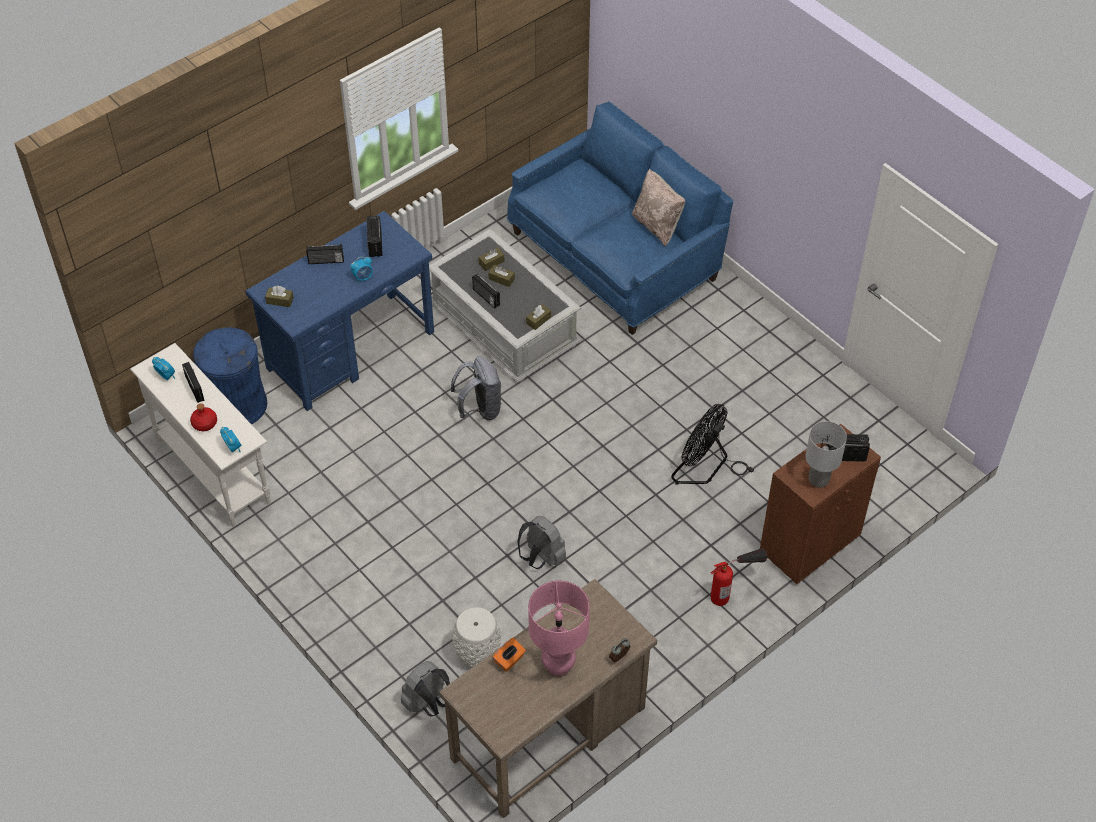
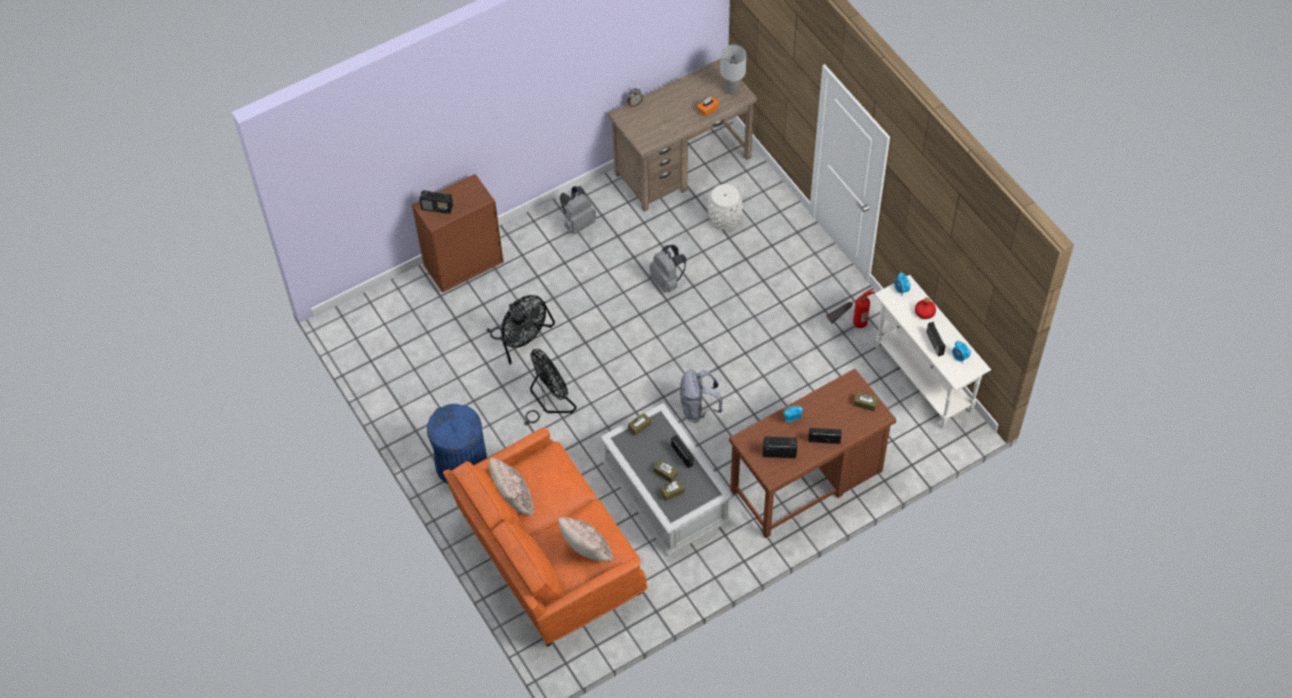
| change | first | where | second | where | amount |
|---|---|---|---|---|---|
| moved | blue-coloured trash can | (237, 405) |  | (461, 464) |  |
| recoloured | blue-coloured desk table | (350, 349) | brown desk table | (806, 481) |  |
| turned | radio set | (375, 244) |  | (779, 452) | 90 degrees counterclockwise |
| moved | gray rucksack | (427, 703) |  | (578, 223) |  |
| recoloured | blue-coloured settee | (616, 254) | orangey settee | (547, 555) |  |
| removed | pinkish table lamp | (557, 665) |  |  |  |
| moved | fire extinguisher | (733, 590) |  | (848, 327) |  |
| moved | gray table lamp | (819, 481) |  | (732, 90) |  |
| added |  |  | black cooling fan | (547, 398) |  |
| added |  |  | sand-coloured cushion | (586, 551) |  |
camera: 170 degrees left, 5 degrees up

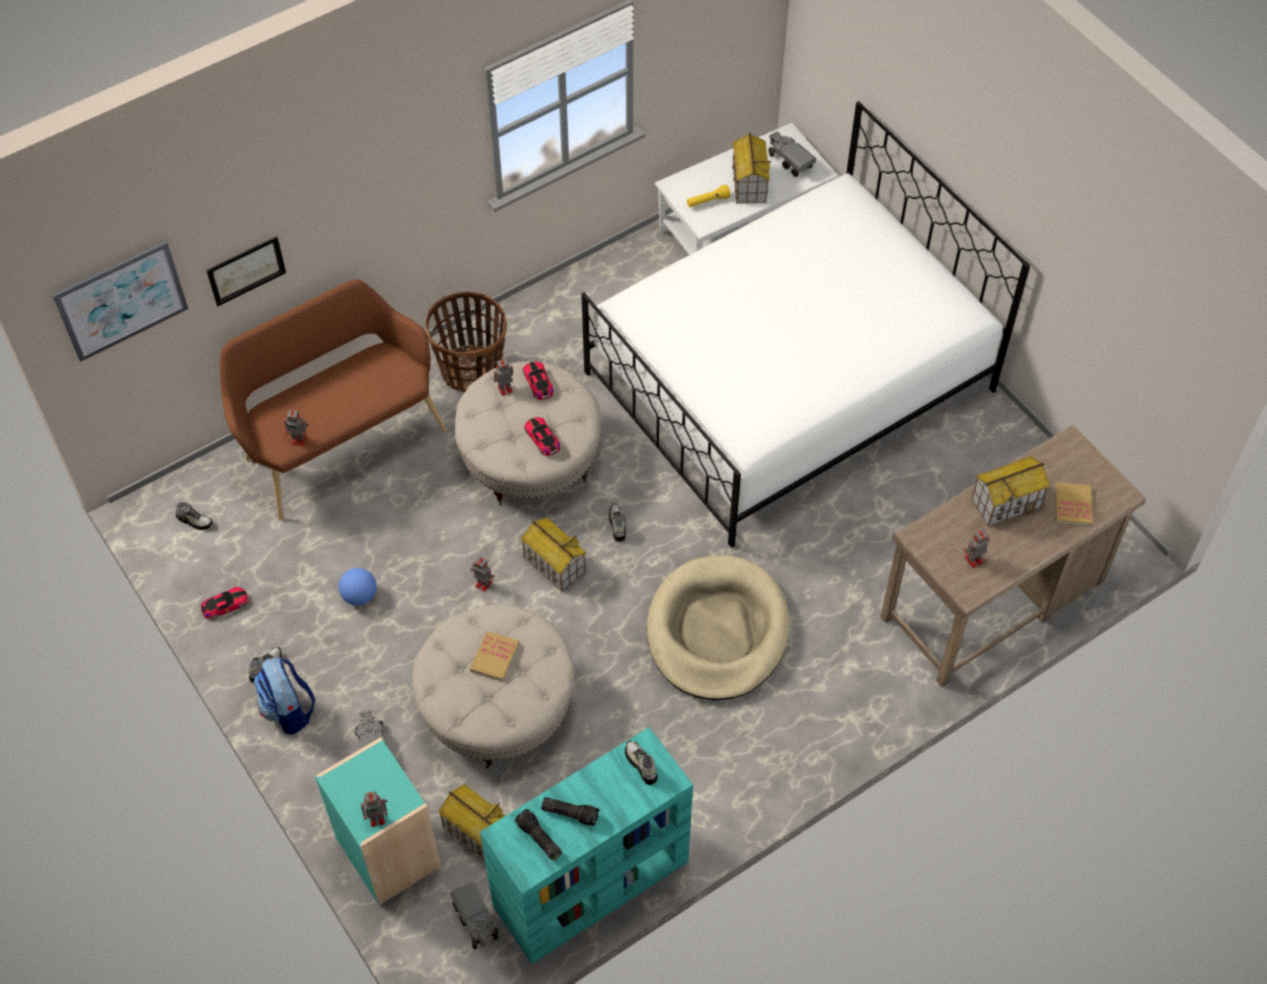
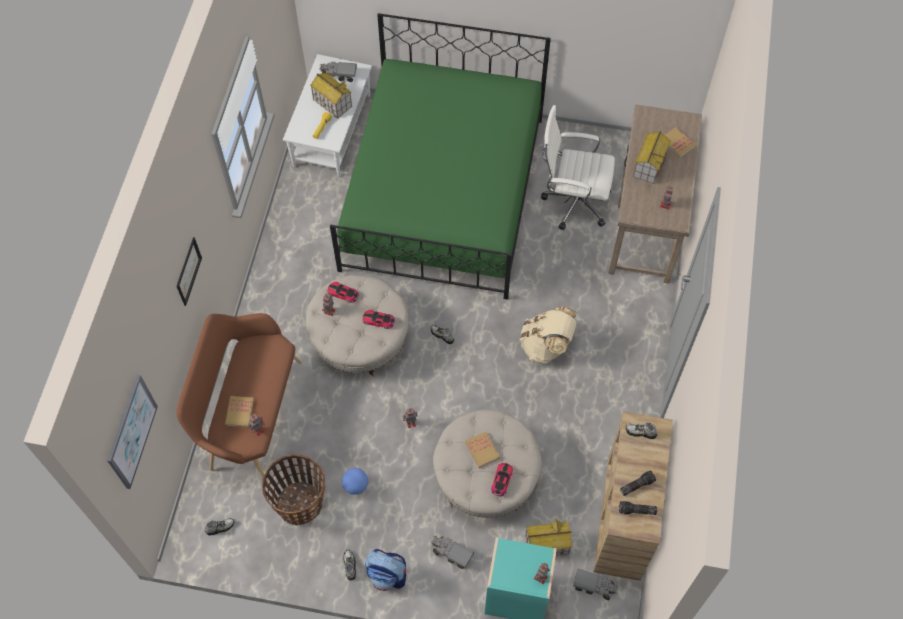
| change | first | where | second | where | amount |
|---|---|---|---|---|---|
| moved | model car | (225, 605) |  | (502, 480) |  |
| moved | picture | (246, 270) |  | (188, 271) |  |
| moved | basket | (471, 370) |  | (300, 503) |  |
| recoloured | blue-green bookshelf | (592, 885) | brown bookshelf | (624, 518) |  |
| removed | model house | (554, 564) |  |  |  |
| recoloured | whitish bedroom bed | (790, 381) | green bedroom bed | (443, 193) |  |
| replaced | sand-coloured dog cushion | (717, 631) | sand-coloured rucksack | (546, 346) |  |
| added |  |  | bound book | (239, 412) |  |
| added |  |  | whitish desk chair | (572, 202) |  |
camera: 45 degrees left, 5 degrees up

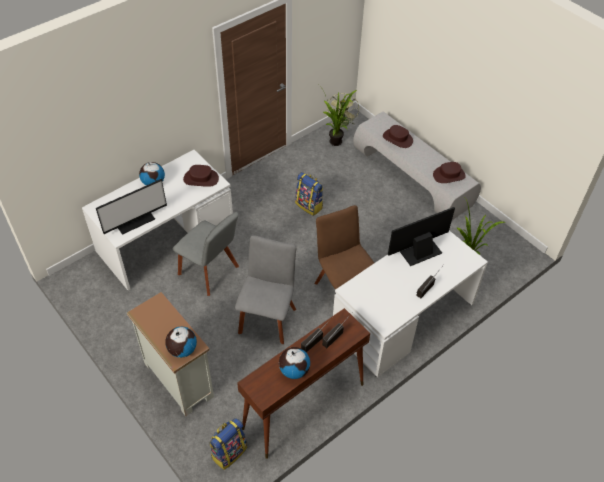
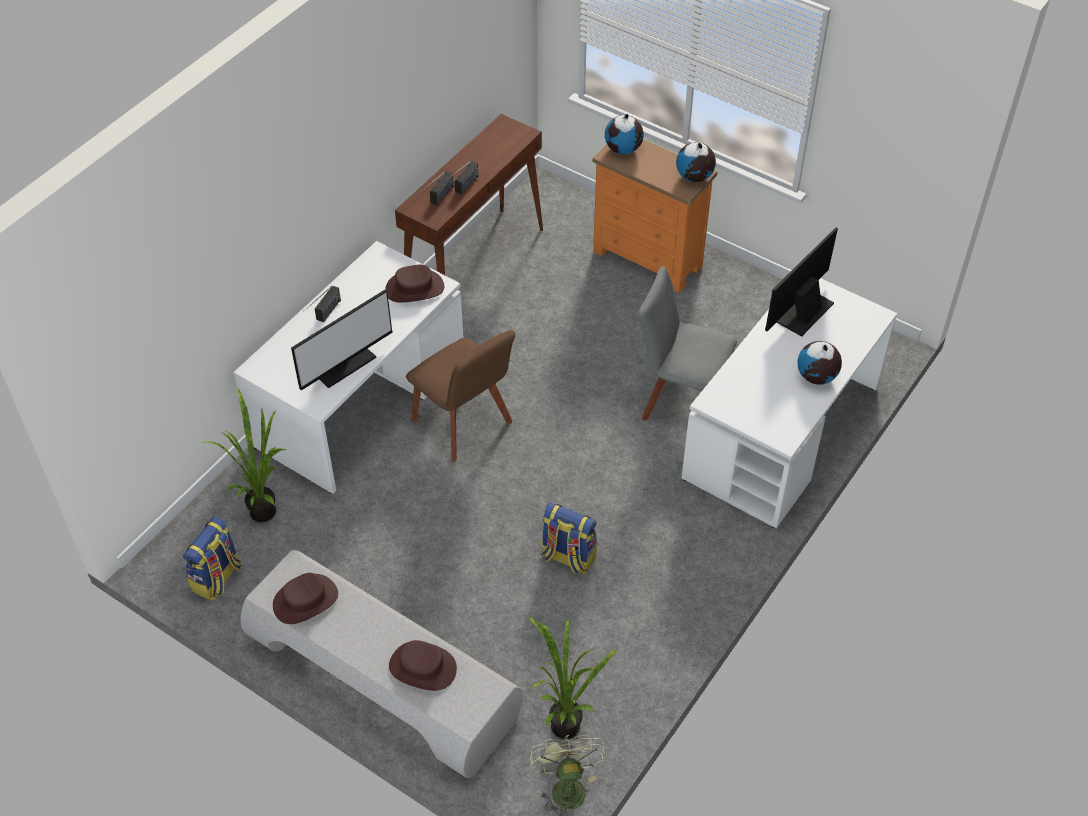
| change | first | where | second | where | amount |
|---|---|---|---|---|---|
| recoloured | whitish chest of drawers | (179, 379) | orangey chest of drawers | (647, 260) |  |
| moved | brown clothing hat | (201, 178) |  | (414, 288) |  |
| moved | rucksack | (229, 452) |  | (217, 578) |  |
| removed | gray chair | (267, 318) |  |  |  |
| moved | globe | (294, 370) |  | (694, 177) |  |
camera: 165 degrees right, 0 degrees up

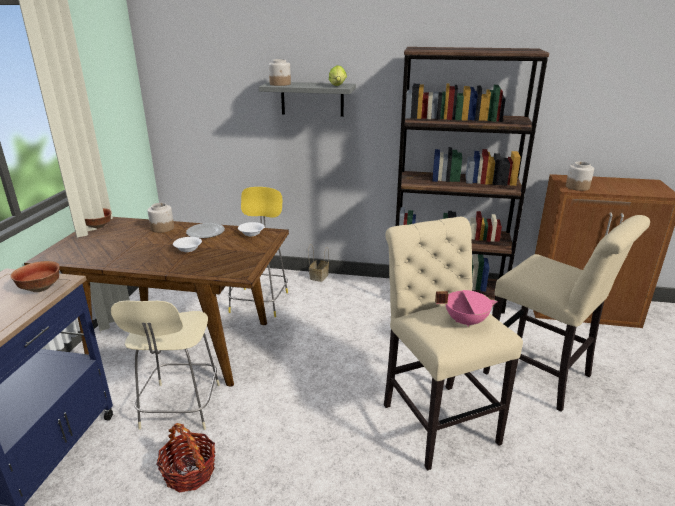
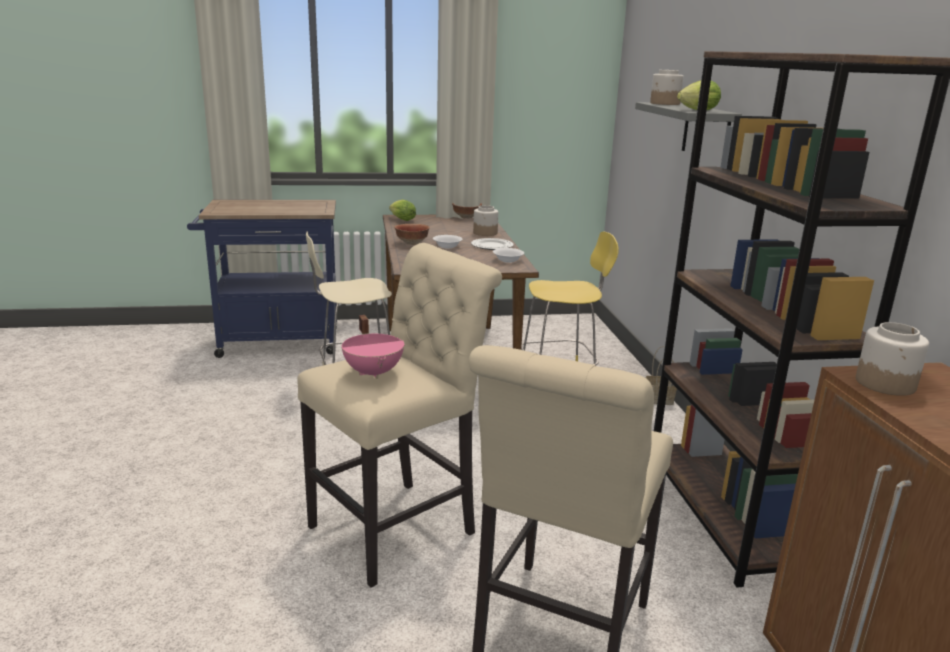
| change | first | where | second | where | amount |
|---|---|---|---|---|---|
| moved | deep dish | (39, 289) |  | (411, 243) |  |
| removed | basket | (189, 472) |  |  |  |
| added |  |  | lettuce | (401, 219) |  |
camera: 70 degrees right, 5 degrees down

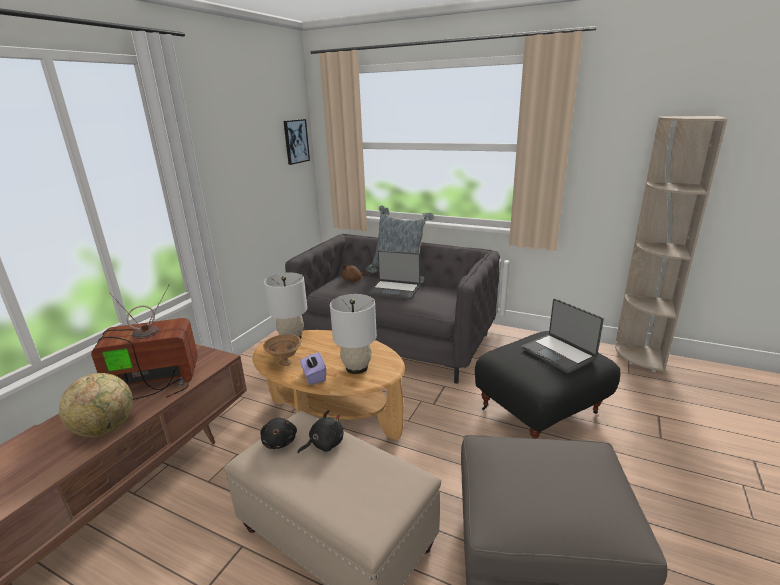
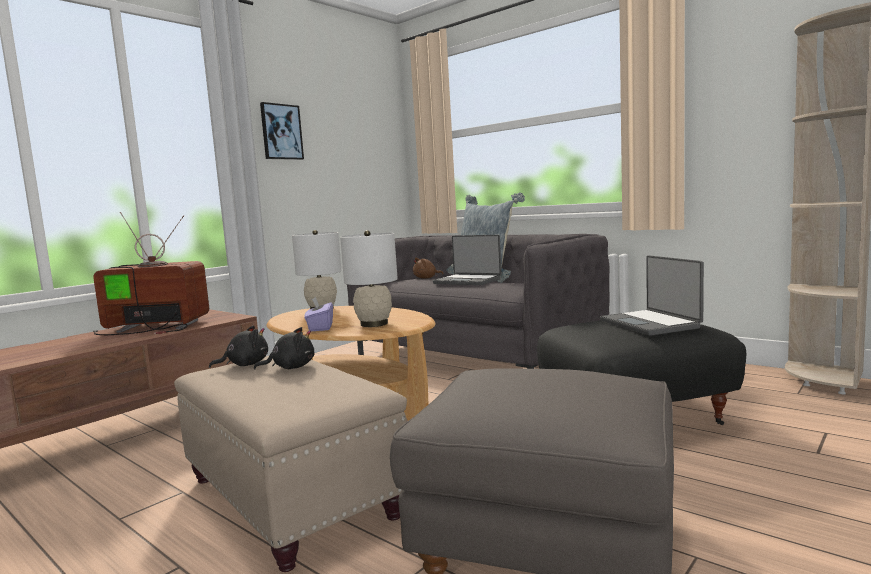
| change | first | where | second | where | amount |
|---|---|---|---|---|---|
| removed | globe | (106, 428) |  |  |  |
| turned | black soft toy | (280, 441) |  | (245, 365) | 120 degrees counterclockwise |
| removed | brown deep dish | (285, 363) |  |  |  |
| moved | picture | (296, 141) |  | (281, 132) |  |
camera: 15 degrees right, 15 degrees down

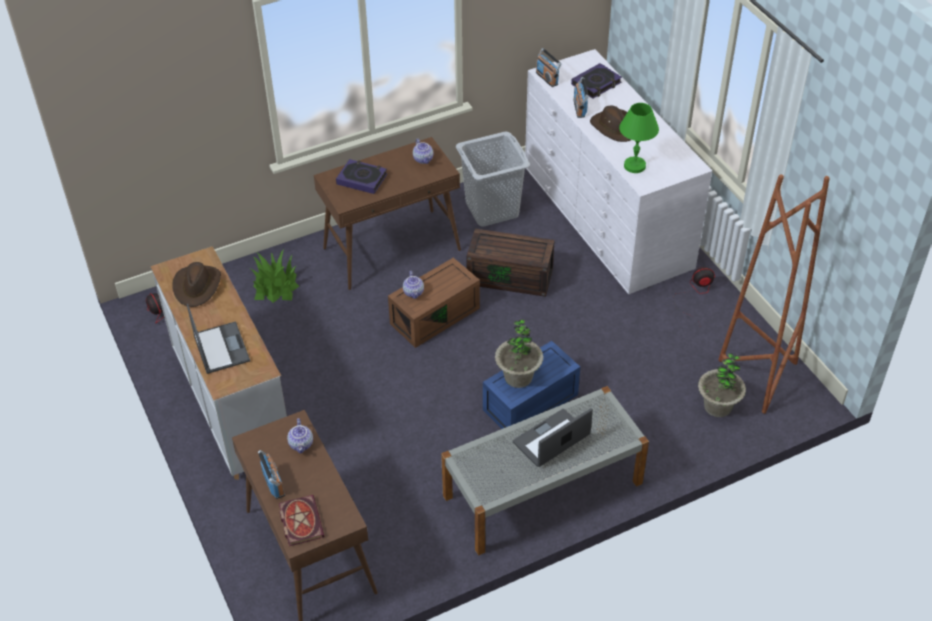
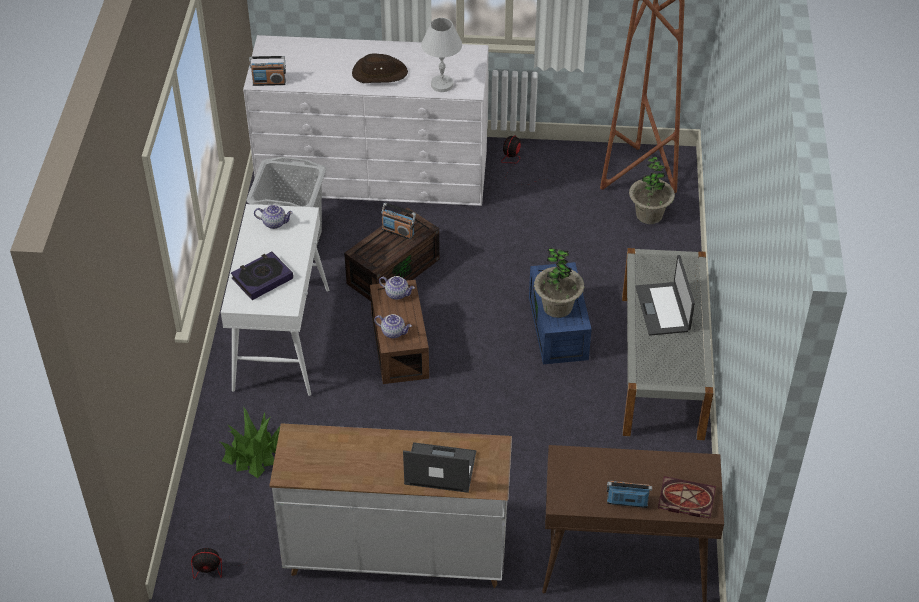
| change | first | where | second | where | amount |
|---|---|---|---|---|---|
| removed | brown clothing hat | (197, 286) |  |  |  |
| moved | pot for tea | (302, 444) |  | (397, 293) |  |
| recoloured | brown narrow table | (392, 249) | whitish narrow table | (281, 338) |  |
| removed | bound book | (596, 84) |  |  |  |
| moved | radio set | (579, 108) |  | (398, 231) |  |
| recoloured | green table lamp | (634, 165) | whitish table lamp | (441, 84) |  |
camera: 60 degrees left, 0 degrees up

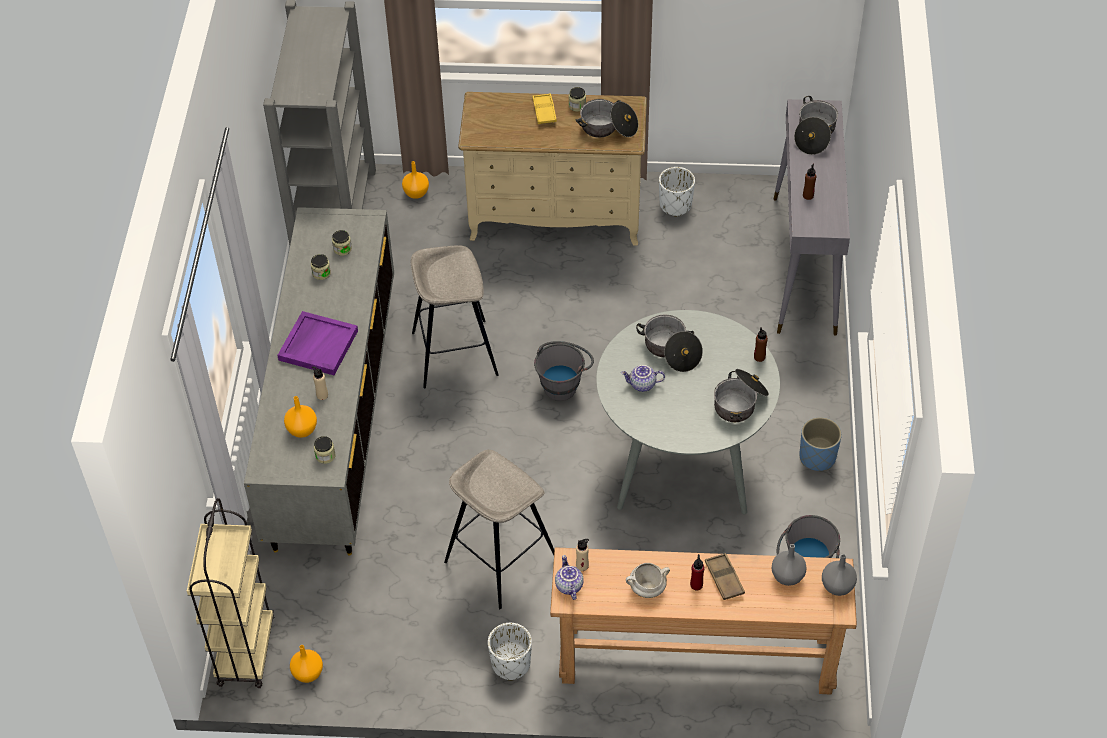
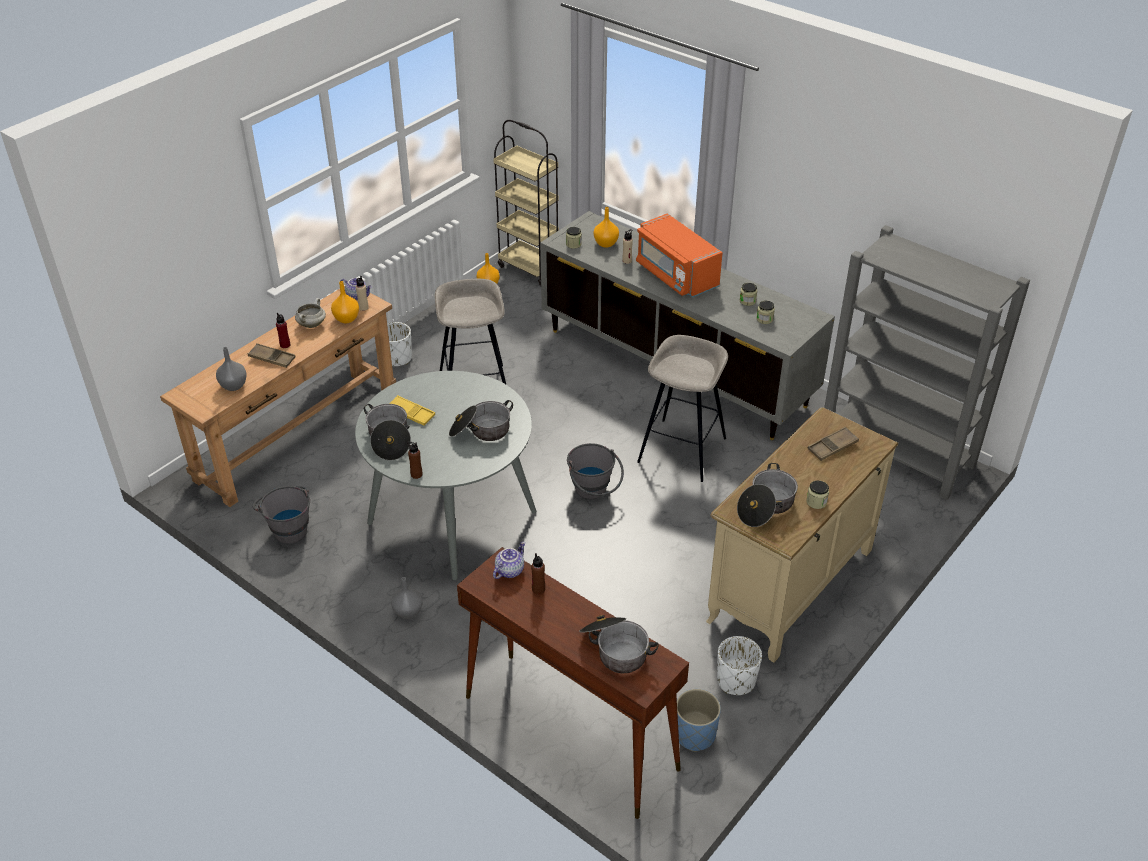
| change | first | where | second | where | amount |
|---|---|---|---|---|---|
| replaced | purplish carrying tray | (318, 345) | orangey microwave | (676, 275) |  |
| moved | orangey decorative vase | (416, 193) |  | (347, 319) |  |
| moved | yellowish carrying tray | (544, 111) |  | (411, 413) |  |
| moved | pot for tea | (642, 385) |  | (509, 570) |  |
| recoloured | gray narrow table | (804, 265) | brown narrow table | (569, 731) |  |
| moved | blue-coloured planter | (817, 457) |  | (695, 735) |  |
| moved | gray decorative vase | (836, 587) |  | (408, 611) |  |
| added |  |  | brown carrying tray | (832, 447) |  |
camera: 125 degrees right, 10 degrees down

